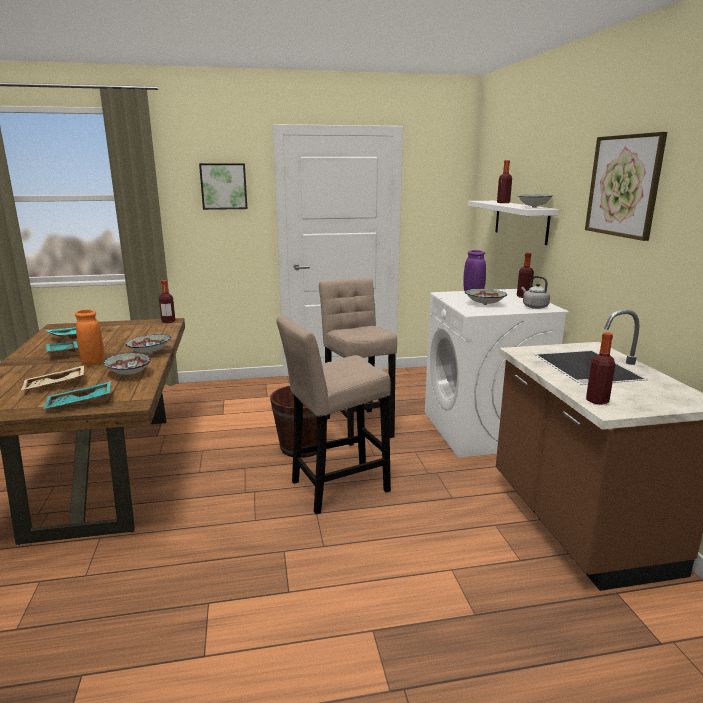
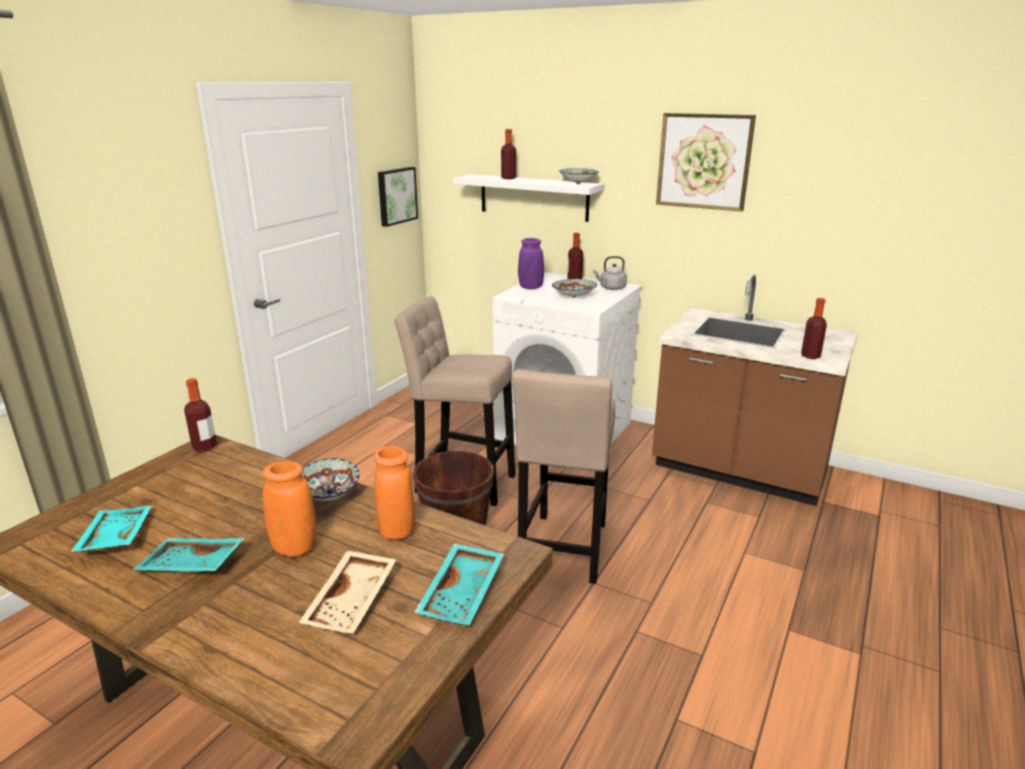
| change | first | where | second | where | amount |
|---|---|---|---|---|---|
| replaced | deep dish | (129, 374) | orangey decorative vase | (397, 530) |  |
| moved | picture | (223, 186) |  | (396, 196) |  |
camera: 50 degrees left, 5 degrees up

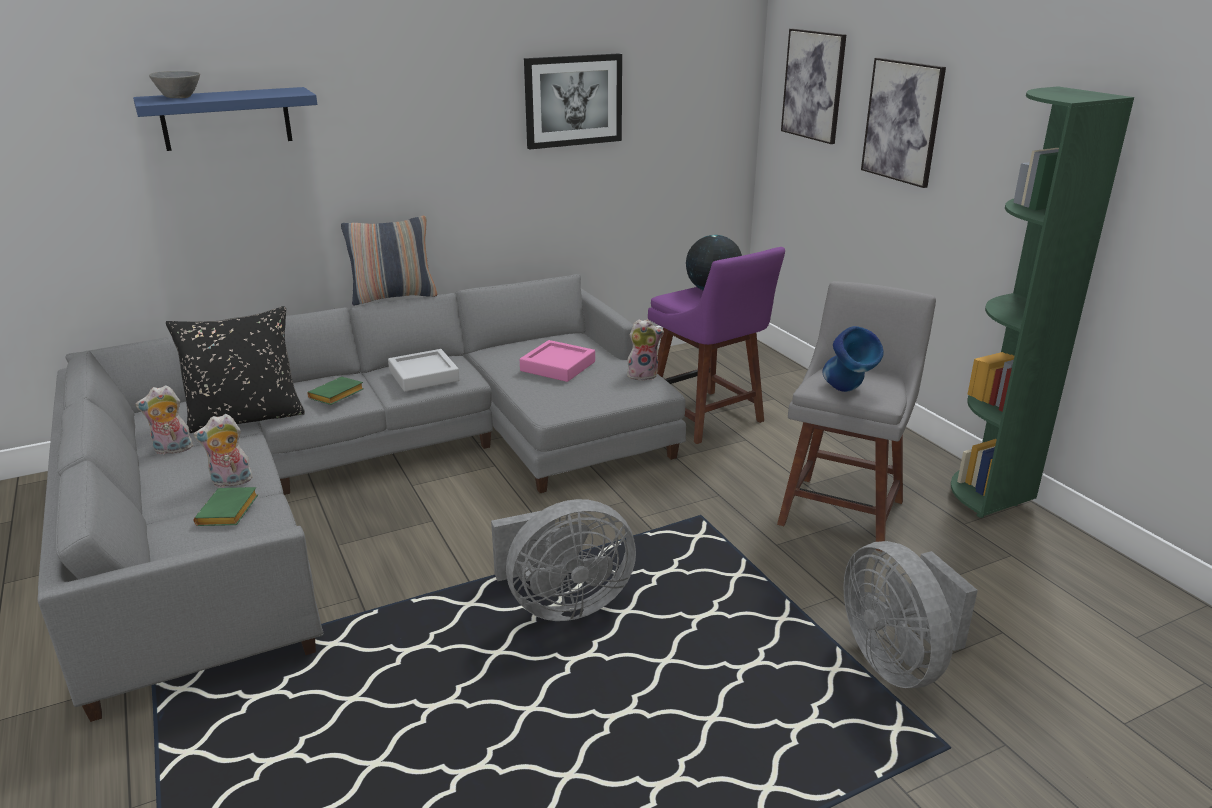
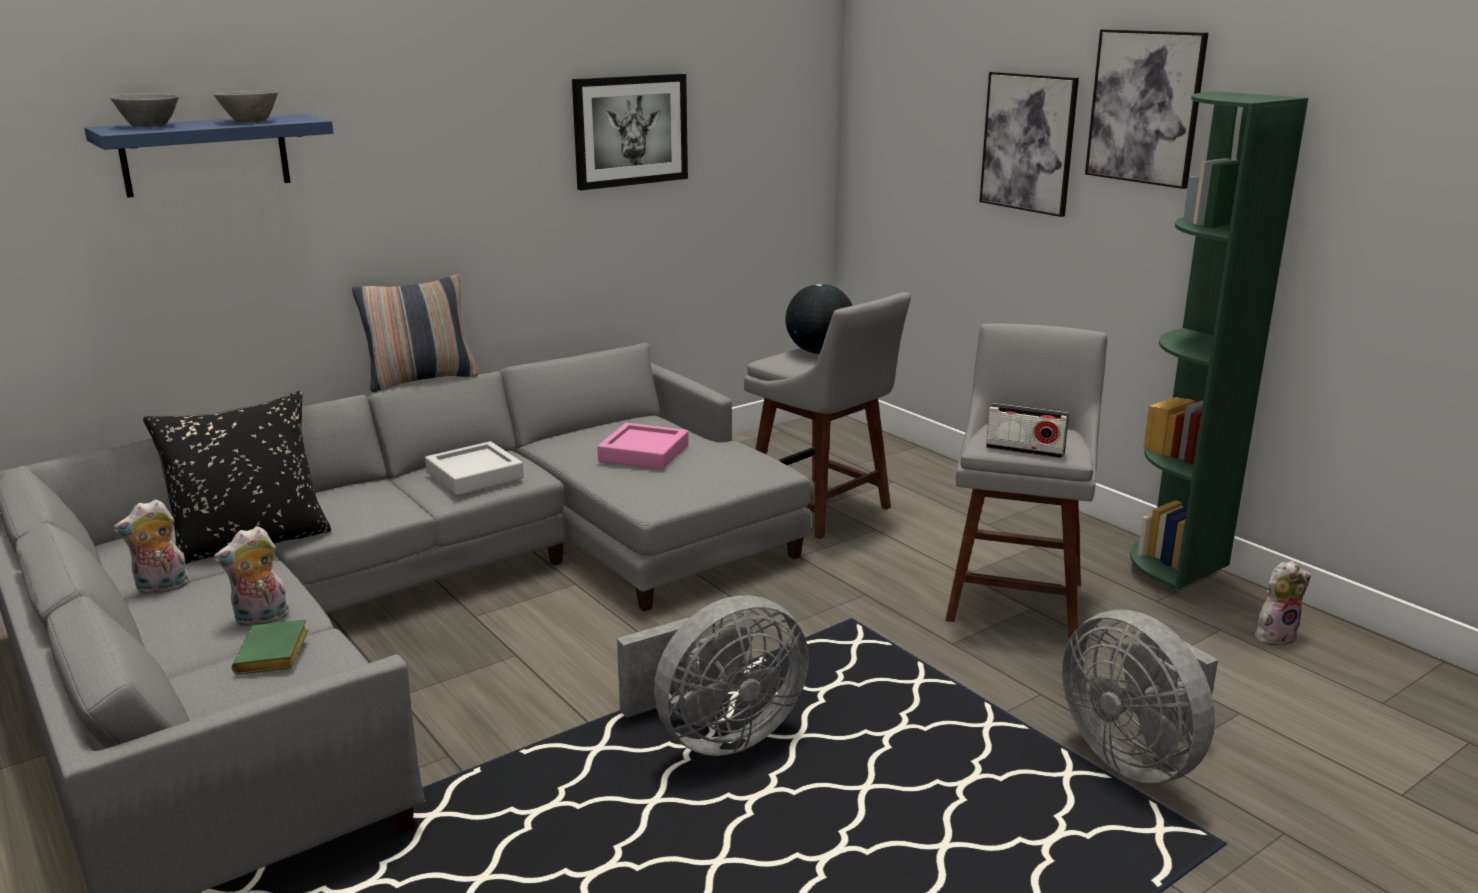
| change | first | where | second | where | amount |
|---|---|---|---|---|---|
| removed | green bound book | (336, 396) |  |  |  |
| moved | soft toy | (643, 375) |  | (1274, 636) |  |
| recoloured | purplish stool | (707, 418) | gray stool | (822, 509) |  |
| moved | picture | (813, 85) |  | (1145, 107) |  |
| replaced | blue-coloured decorative vase | (847, 393) | radio set | (1024, 450) |  |
| added |  |  | gray deep dish | (251, 121) |  |
camera: 10 degrees left, 5 degrees down

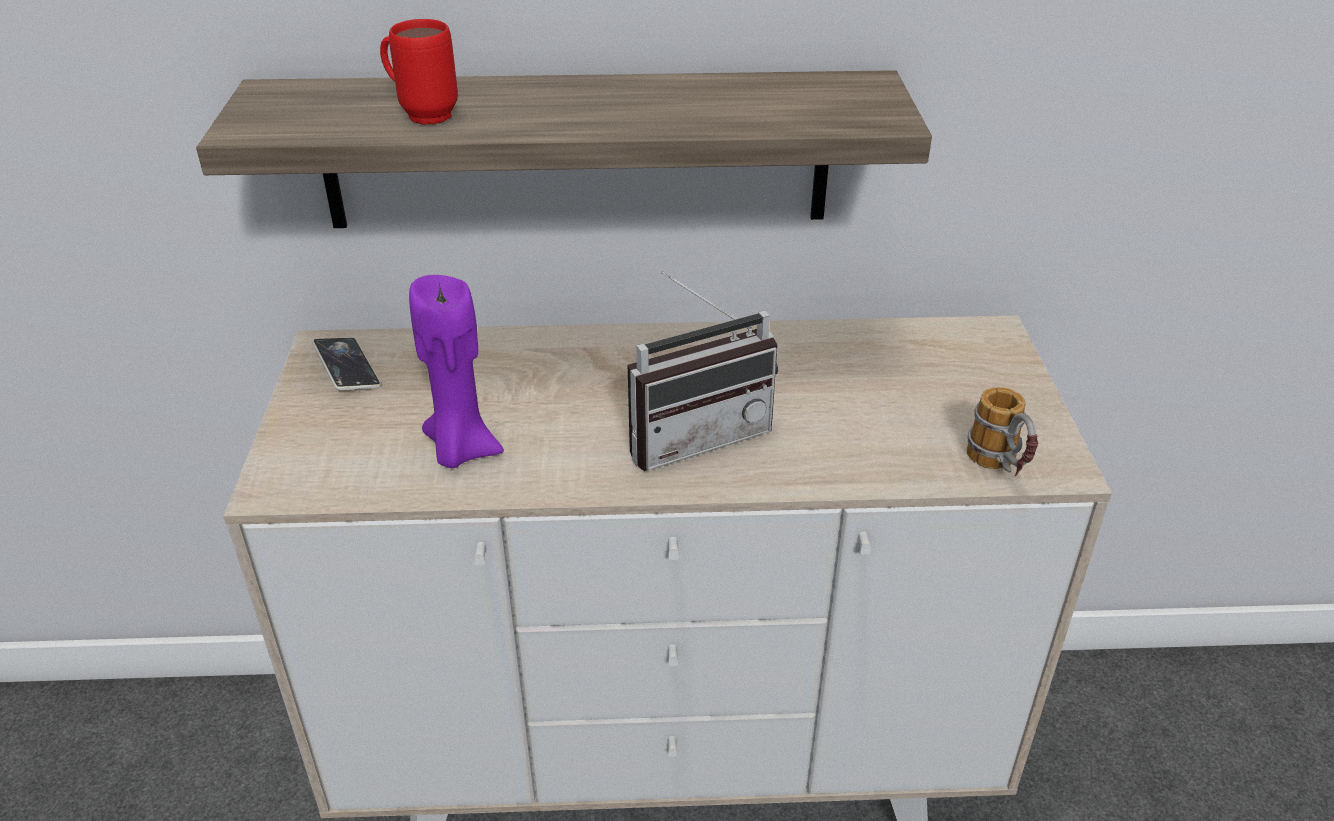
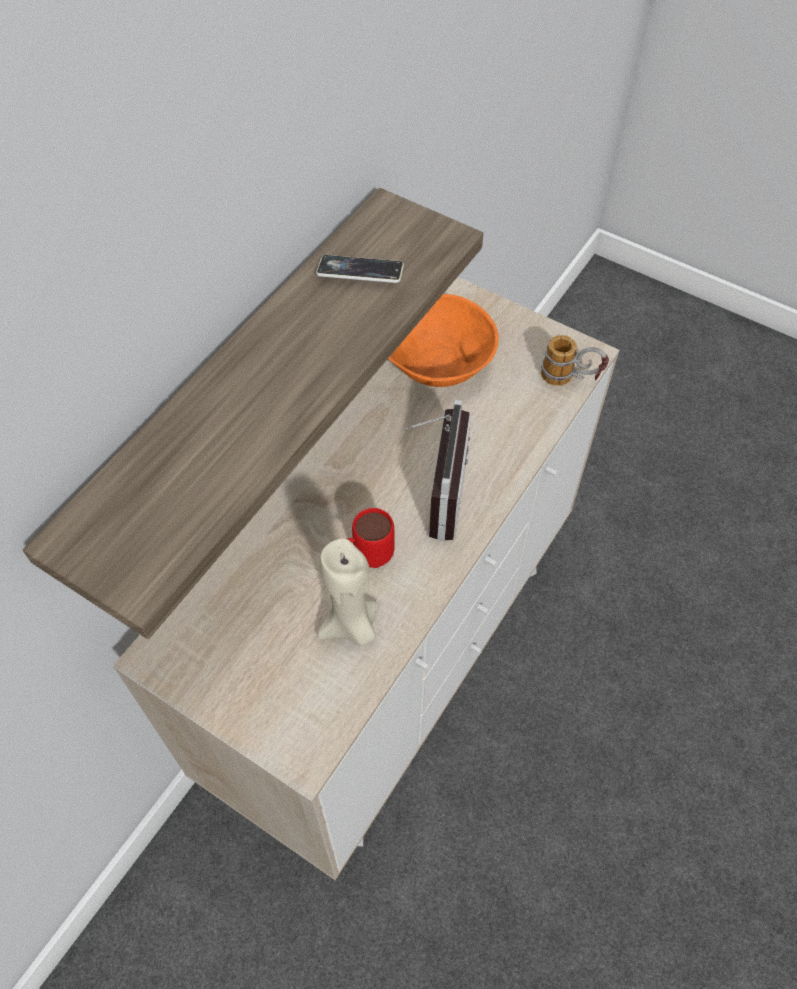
| change | first | where | second | where | amount |
|---|---|---|---|---|---|
| moved | telephone | (347, 369) |  | (360, 273) |  |
| moved | red coffee mug | (421, 114) |  | (366, 558) |  |
| recoloured | purplish wax candle | (460, 450) | sand-coloured wax candle | (352, 626) |  |
| added |  |  | orangey deep dish | (437, 366) |  |
camera: 55 degrees left, 20 degrees up

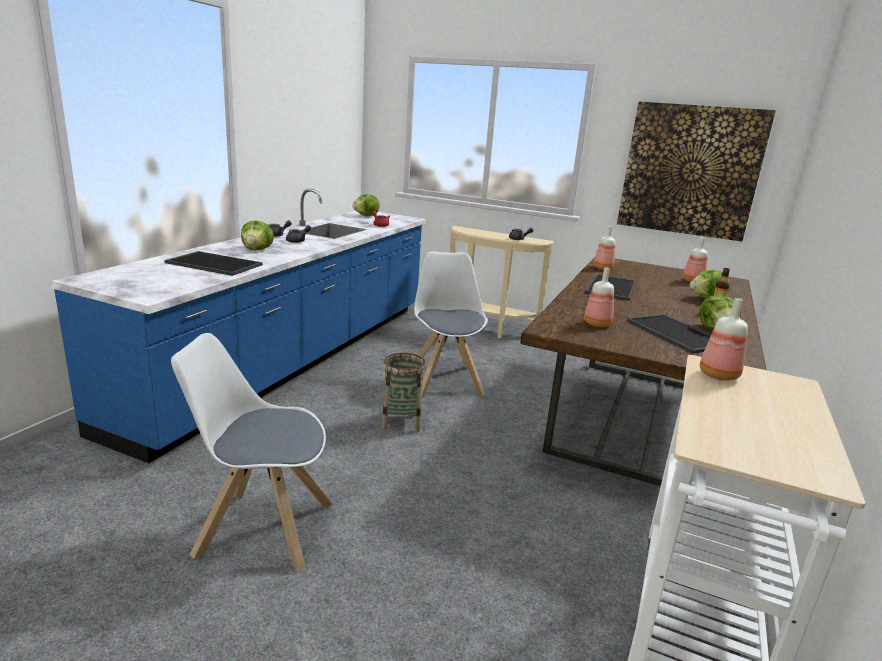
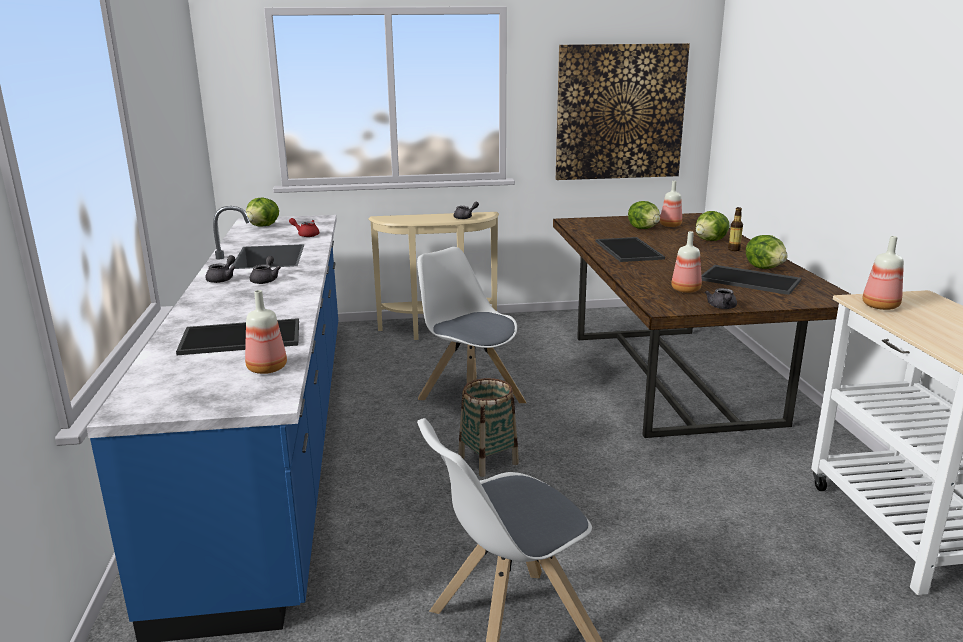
| change | first | where | second | where | amount |
|---|---|---|---|---|---|
| moved | lettuce | (257, 250) |  | (644, 228) |  |
| moved | drink bottle | (603, 268) |  | (268, 369) |  |
| added |  |  | gray pot for tea | (722, 307) |  |
camera: 30 degrees left, 0 degrees up

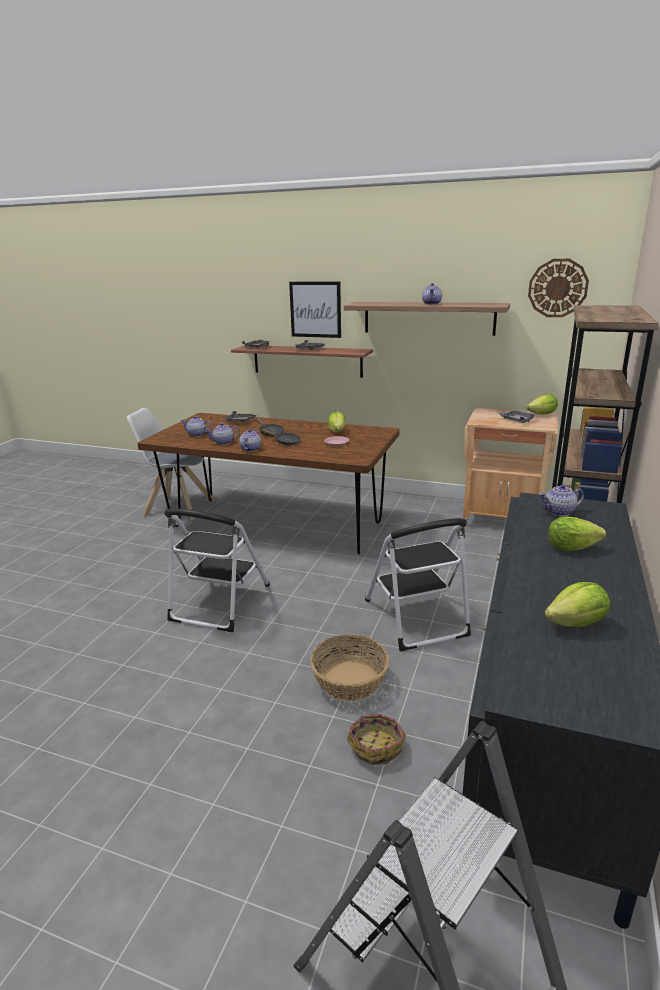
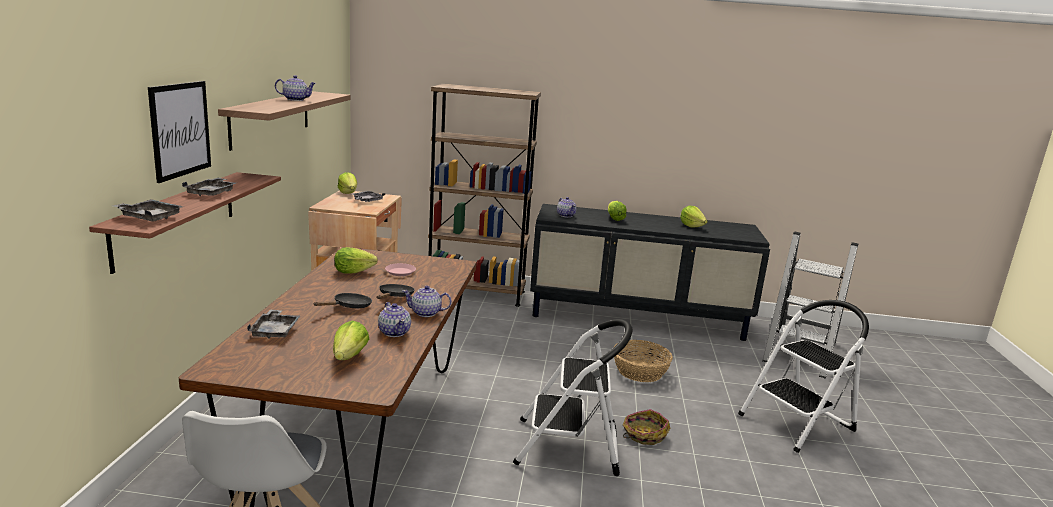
| change | first | where | second | where | amount |
|---|---|---|---|---|---|
| replaced | pot for tea | (197, 435) | lettuce | (349, 356) |  |
| moved | basket | (376, 746) |  | (644, 435) |  |
| moved | stepladder | (416, 619) |  | (799, 422) |  |
| removed | clock on the wall | (557, 288) |  |  |  |
camera: 105 degrees left, 5 degrees down

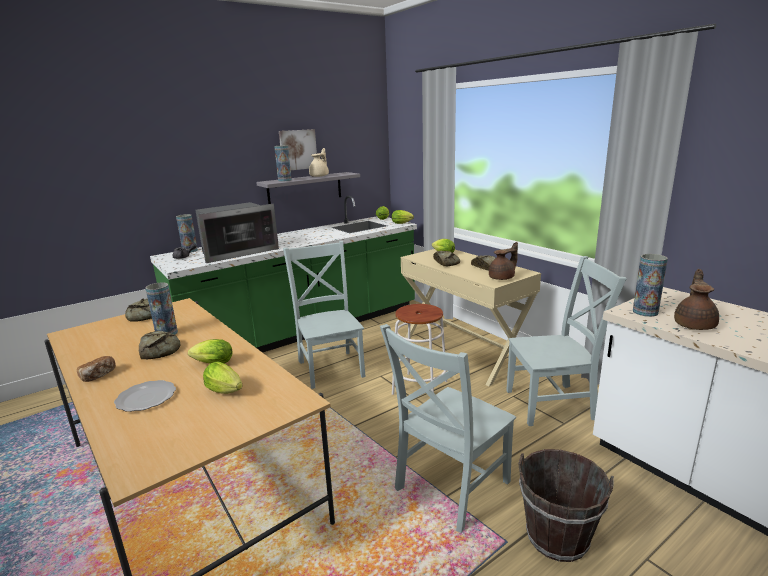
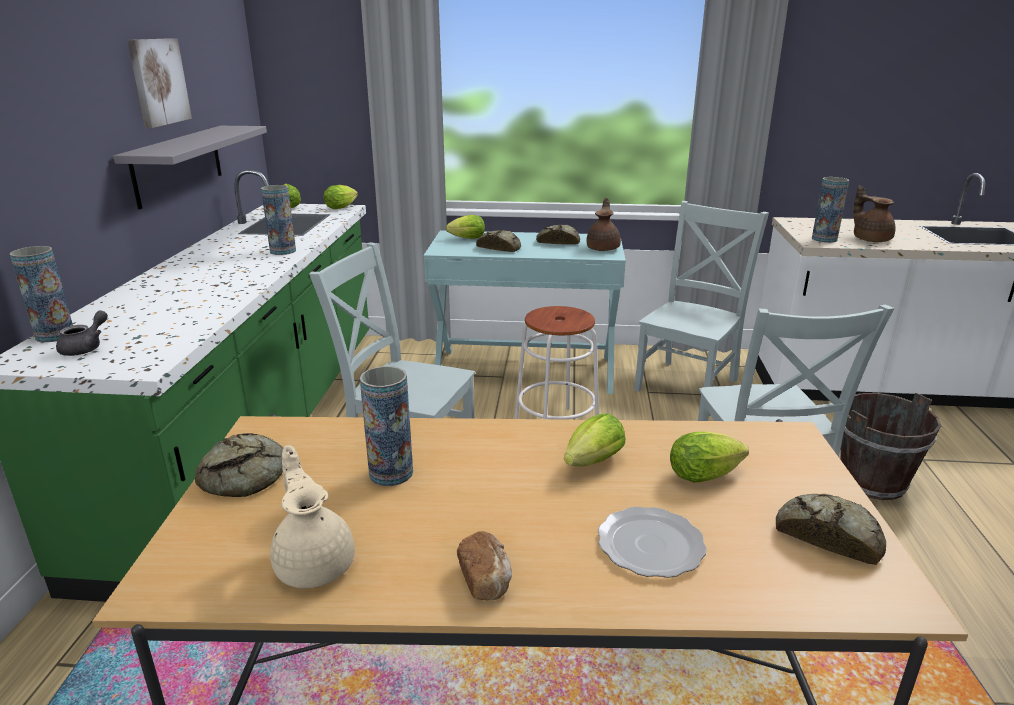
| change | first | where | second | where | amount |
|---|---|---|---|---|---|
| moved | baked bread | (161, 349) |  | (828, 534) |  |
| removed | microwave | (237, 252) |  |  |  |
| moved | decorative vase | (284, 180) |  | (283, 251) |  |
| moved | sand-coloured pot for tea | (320, 176) |  | (315, 563) |  |
| recoloured | sand-coloured desk table | (464, 351) | blue-green desk table | (525, 370) |  |
camera: 50 degrees left, 5 degrees up

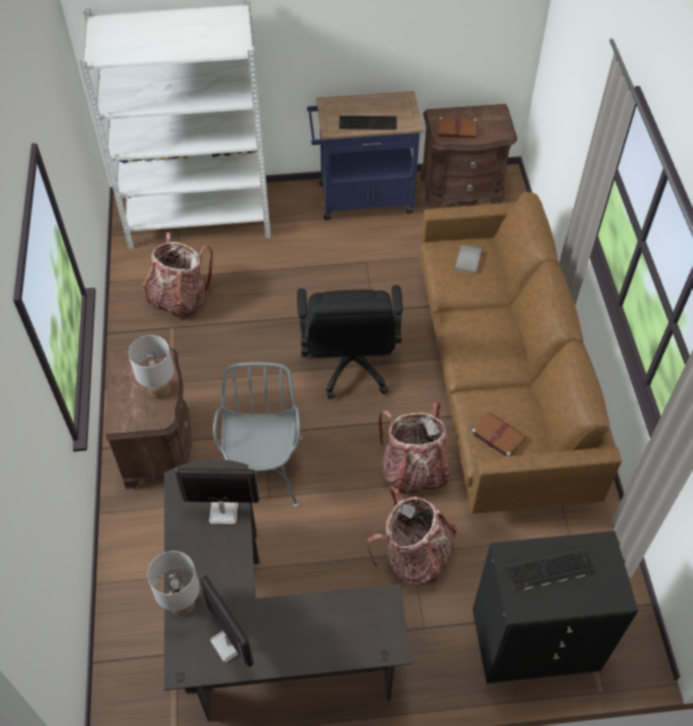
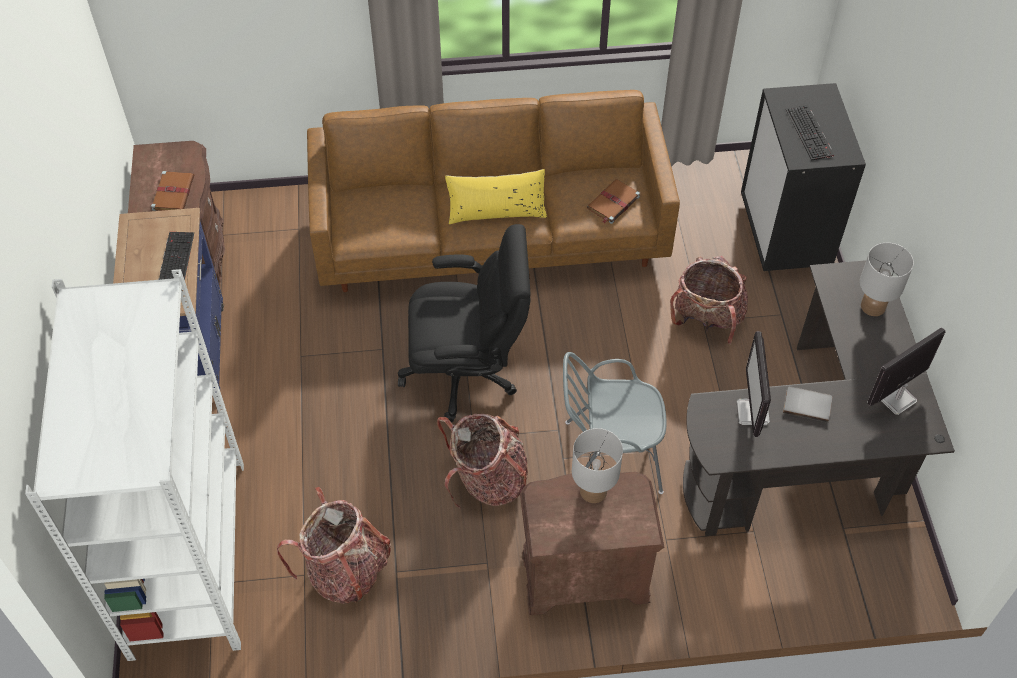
| change | first | where | second | where | amount |
|---|---|---|---|---|---|
| moved | gray table lamp | (182, 604) |  | (873, 307) |  |
| moved | rucksack | (414, 470) |  | (487, 480) |  |
| moved | gray bound book | (469, 261) |  | (807, 404) |  |
| added |  |  | yellowish cushion | (496, 211) |  |
camera: 90 degrees left, 0 degrees up

